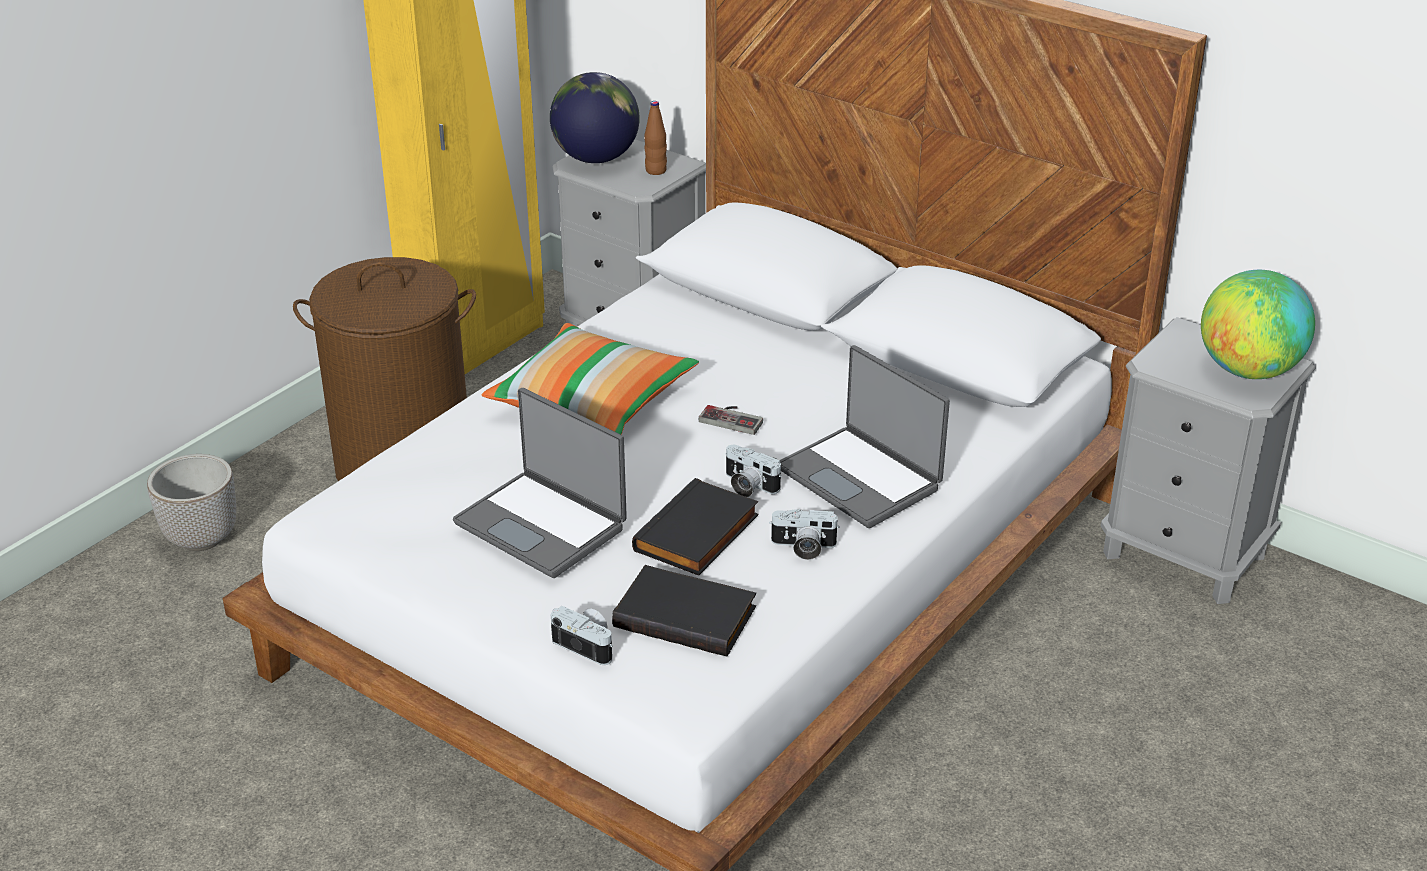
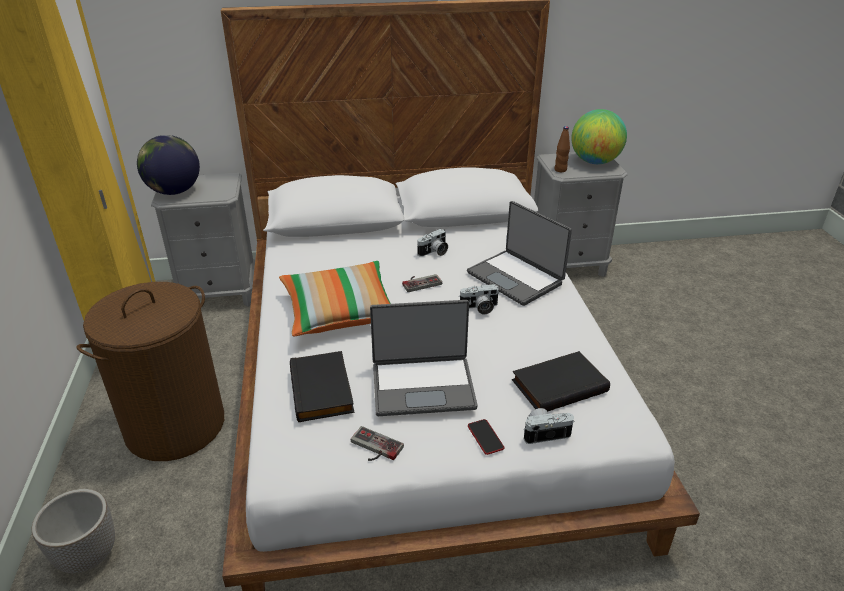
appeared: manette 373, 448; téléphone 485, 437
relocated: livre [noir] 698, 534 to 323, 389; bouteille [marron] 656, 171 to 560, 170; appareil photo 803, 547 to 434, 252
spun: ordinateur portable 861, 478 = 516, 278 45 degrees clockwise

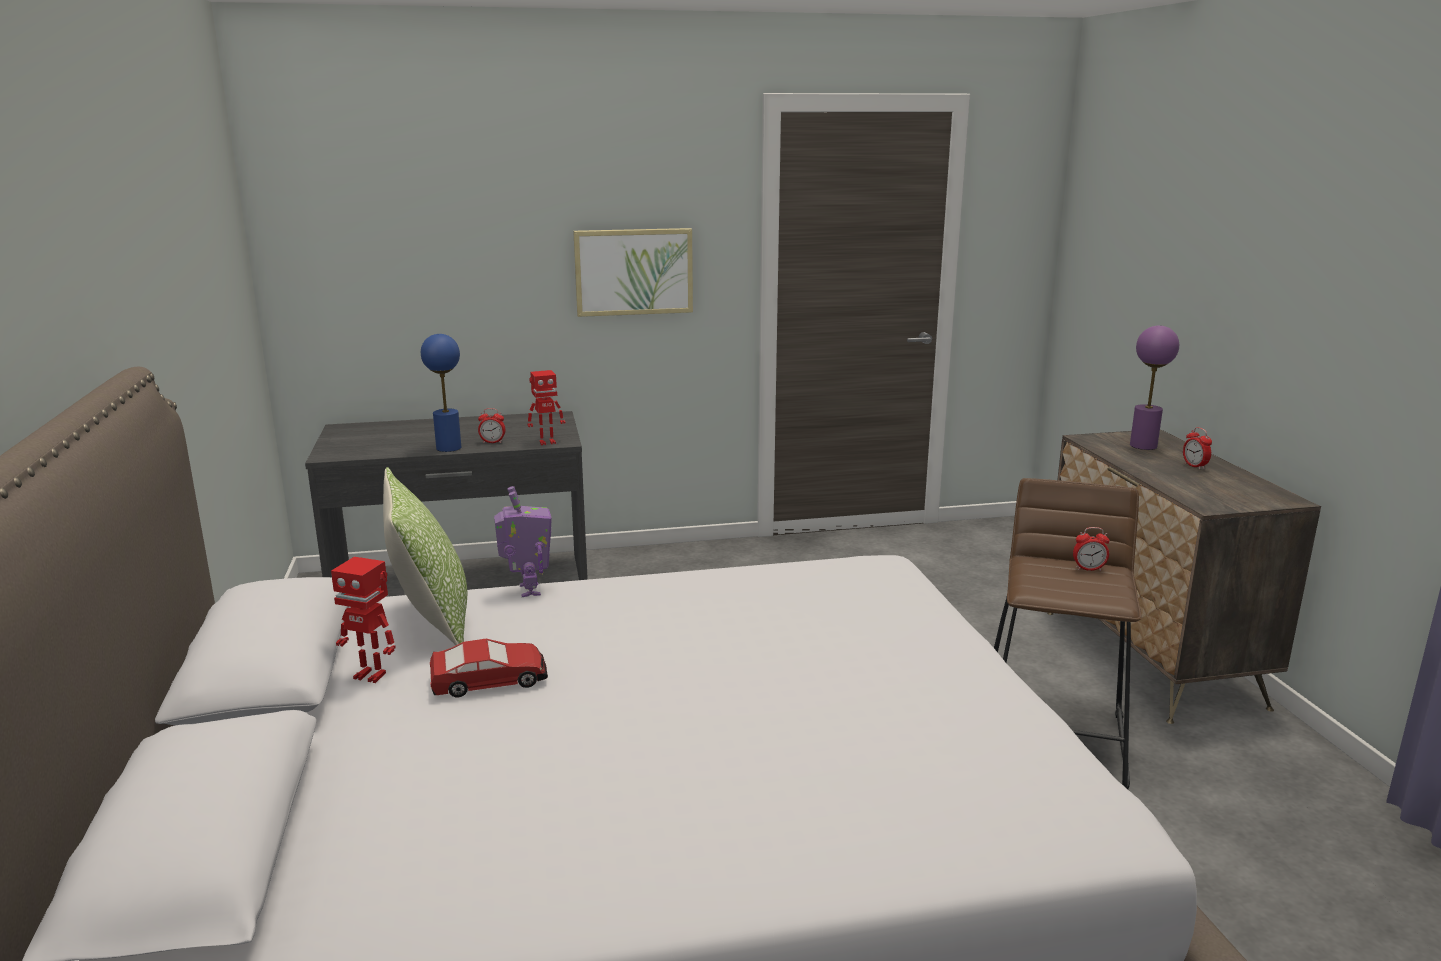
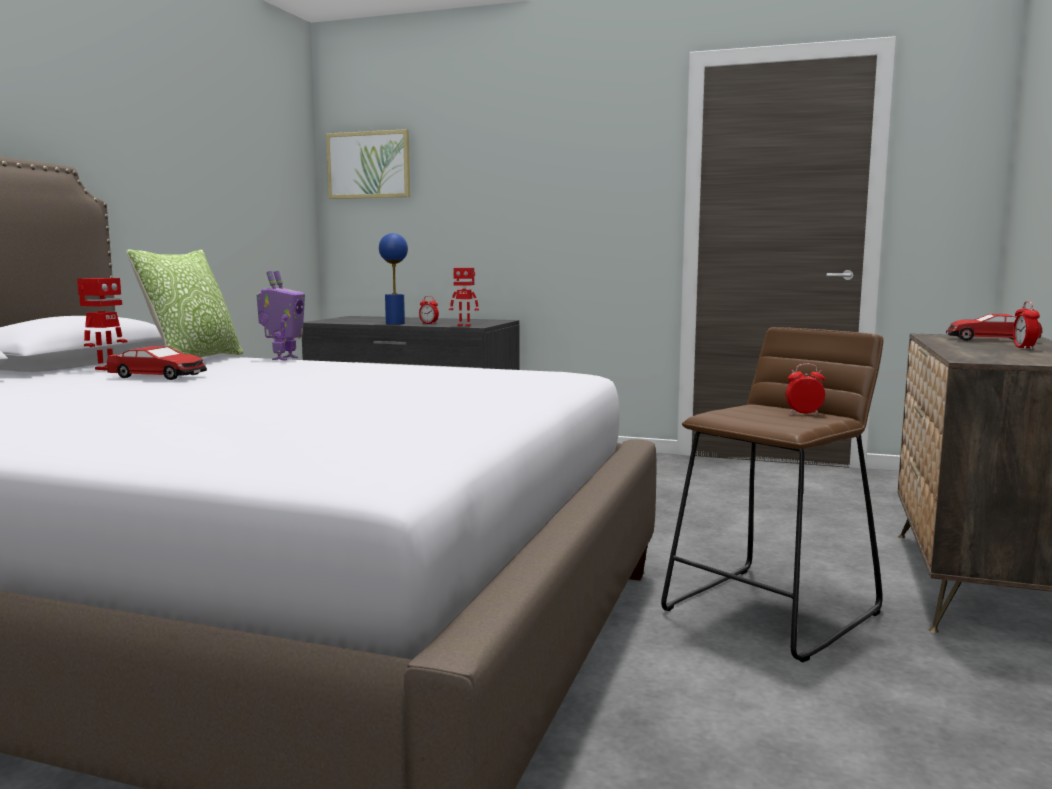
relocated: tableau 634, 271 to 369, 165
exchanged: lampe de table [violet] 1143, 446 to petite voiture 991, 340
spun: robot jouet 371, 675 = 106, 368 120 degrees counterclockwise; réveil 1088, 569 = 804, 413 150 degrees clockwise

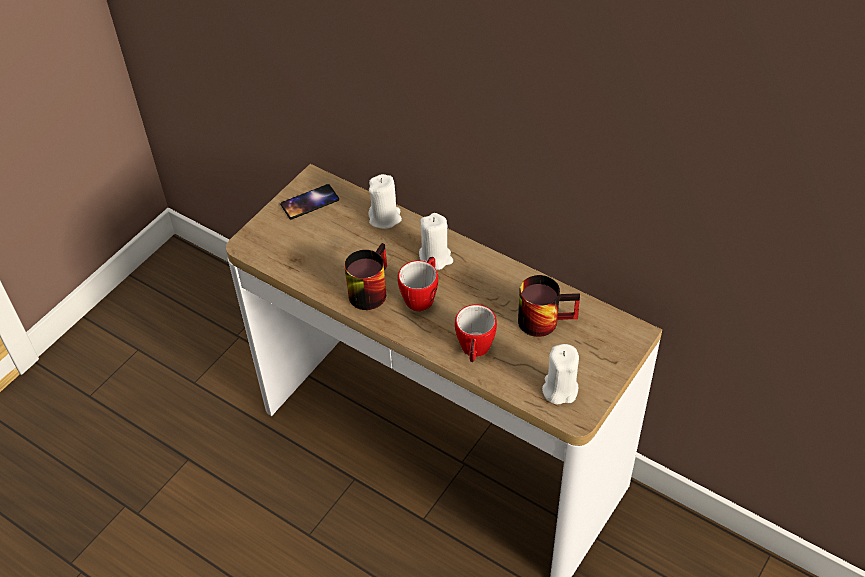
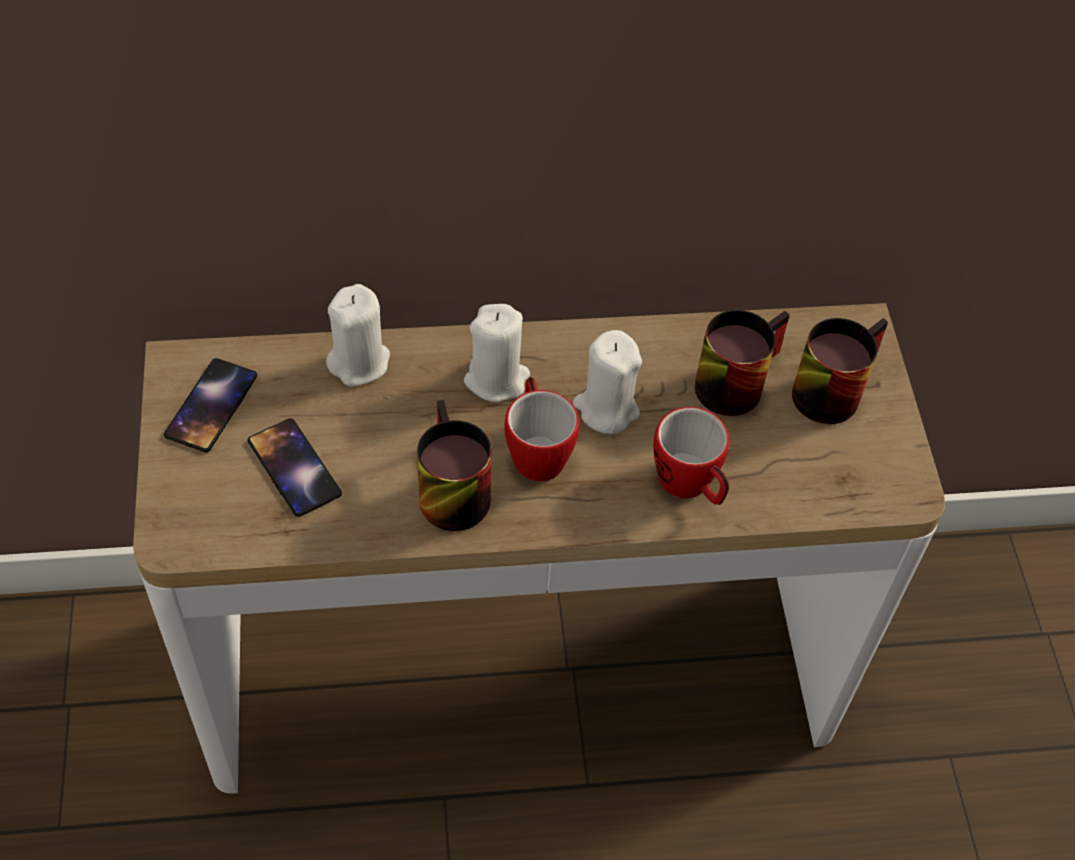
appeared: téléphone 294, 468; mug 829, 386
relocated: bougie [blanc] 559, 389 to 606, 409

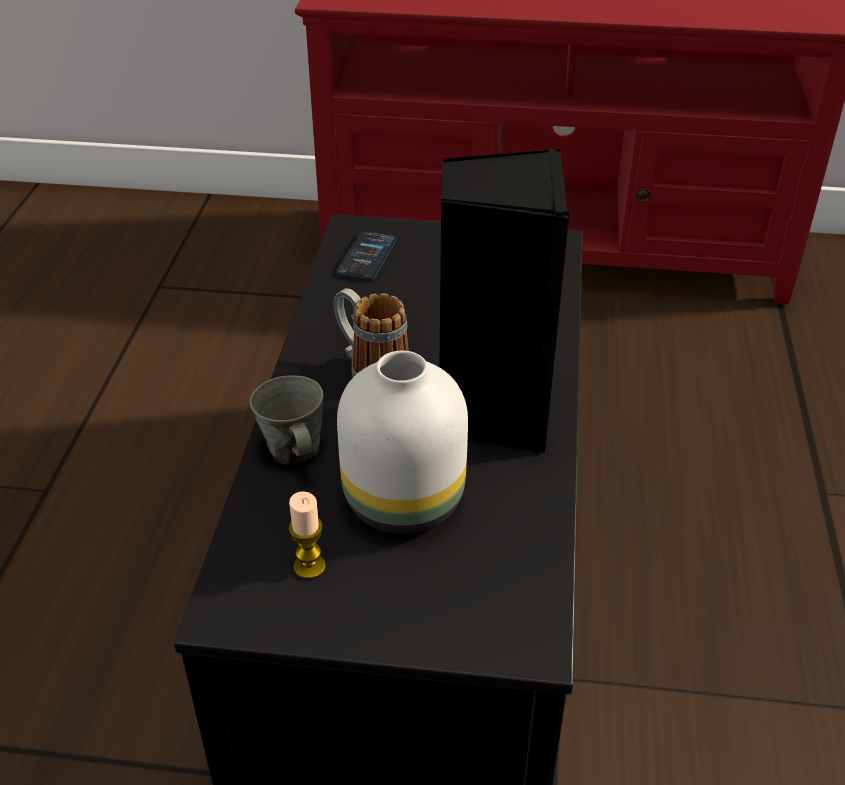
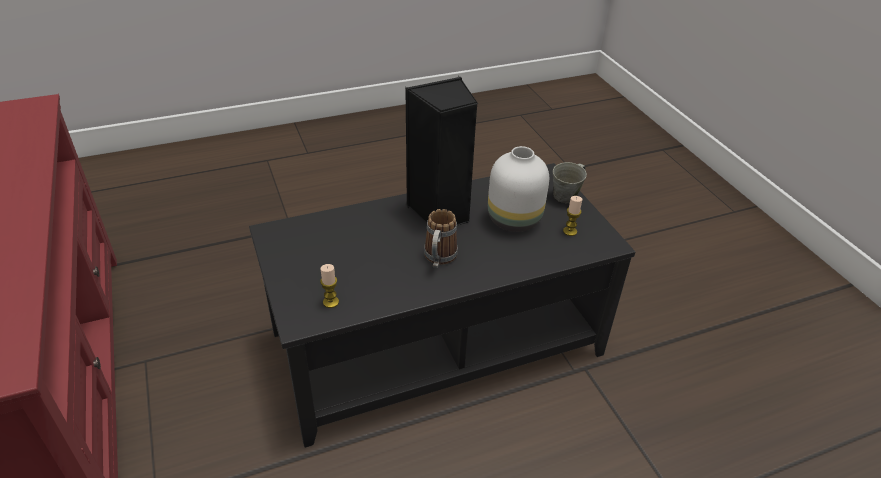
relocated: mug [gris] 294, 451 to 566, 196
exchanged: téléphone 367, 257 to bougie 331, 302

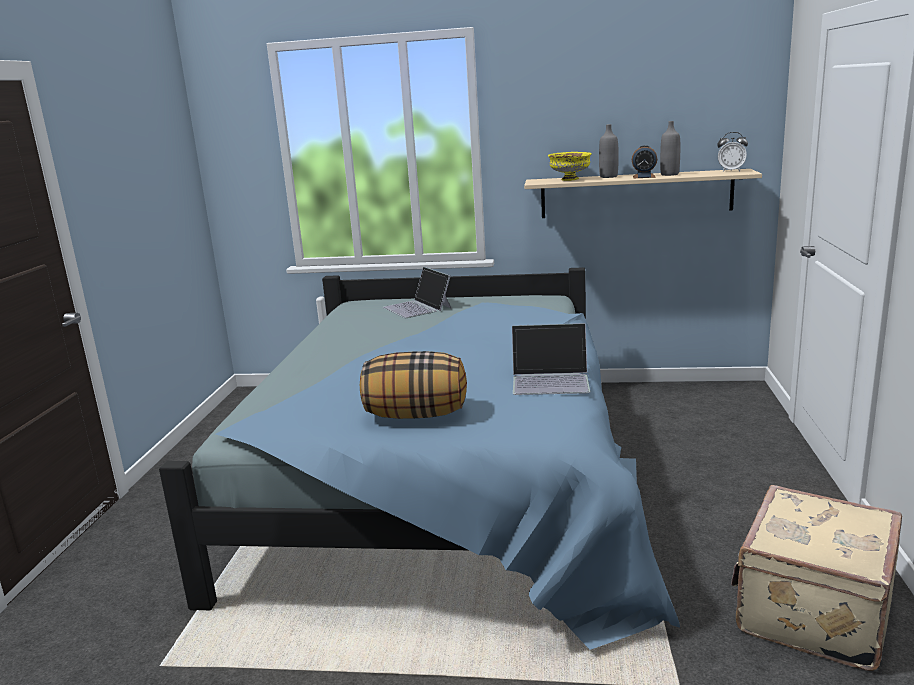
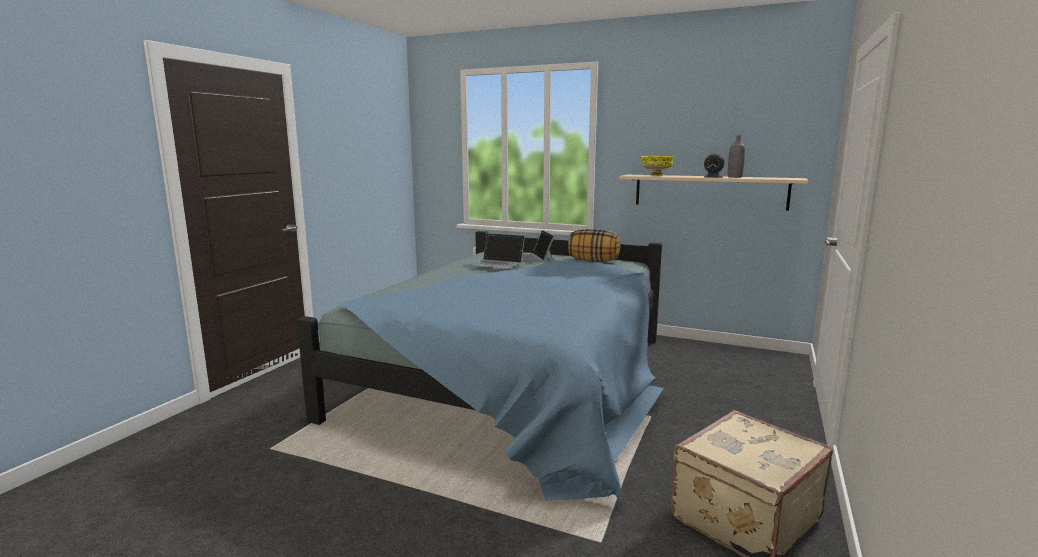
missing: bouteille [gris] 608, 176; réveil 731, 171
relocated: coussin 416, 414 to 593, 261; ordinateur portable 551, 379 to 499, 263

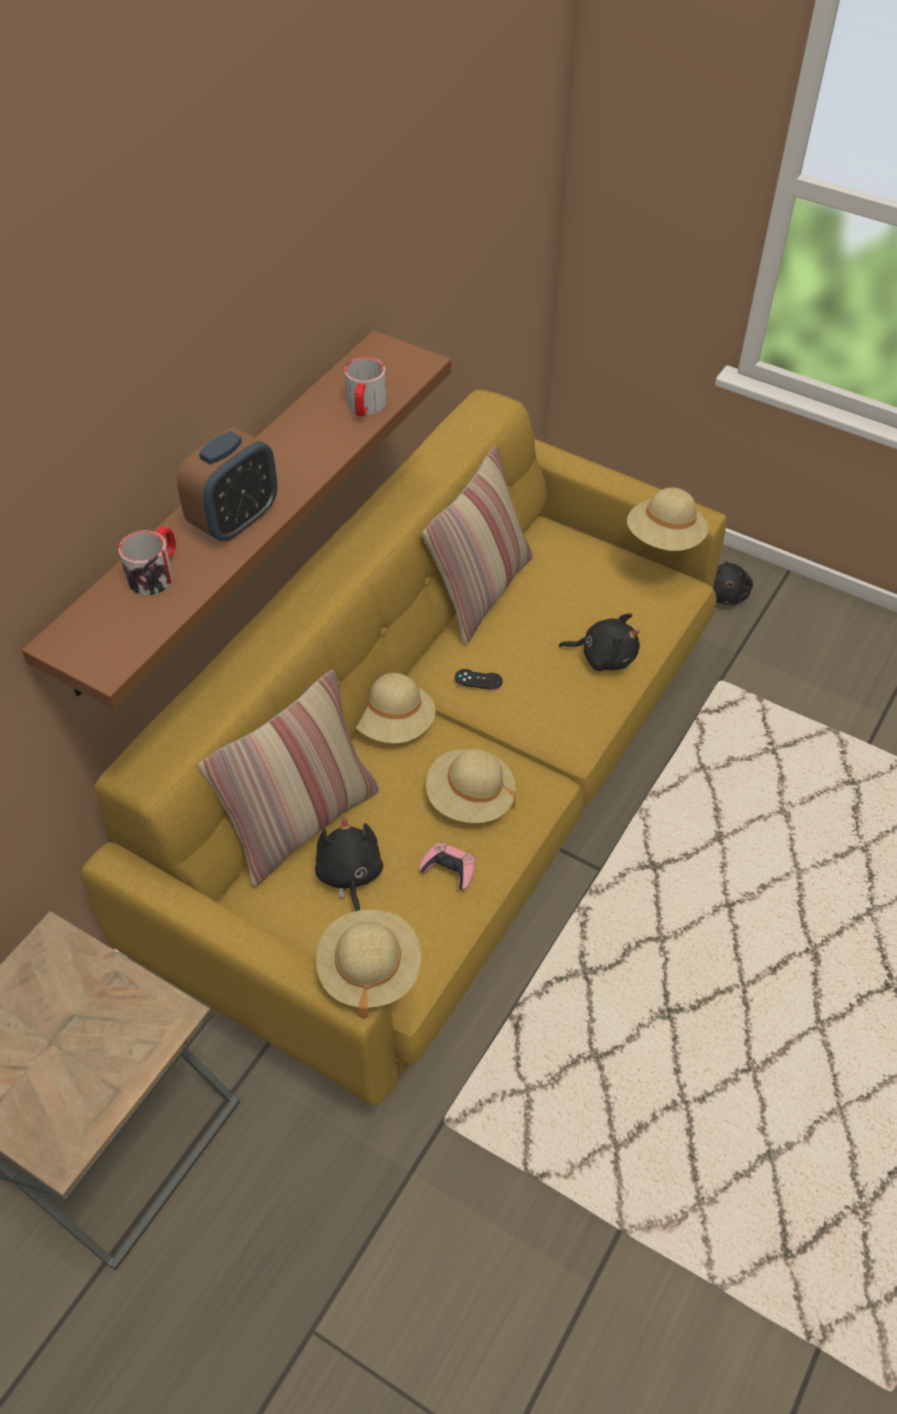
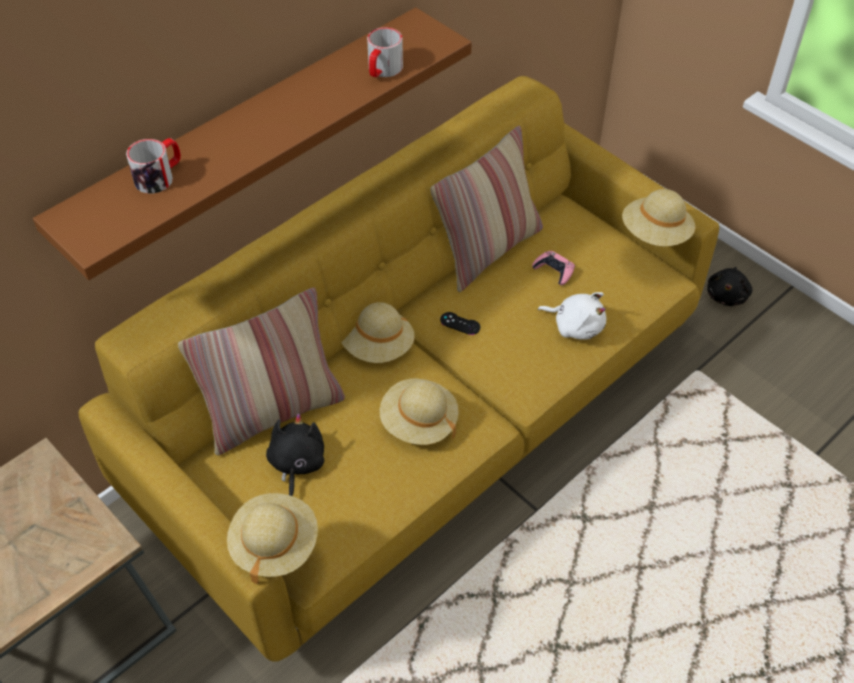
missing: réveil 235, 520
relocated: manette [rose] 449, 869 to 554, 270
colour: peluche [noir] 604, 656 to peluche [blanc] 575, 326

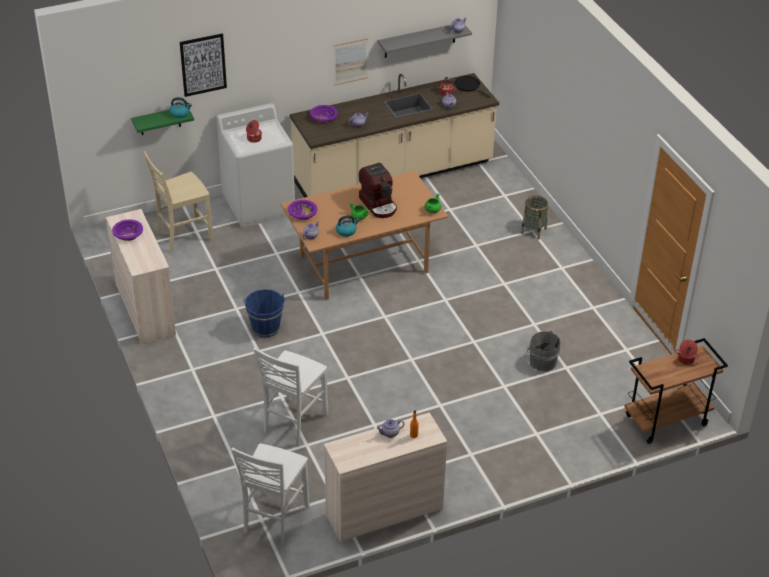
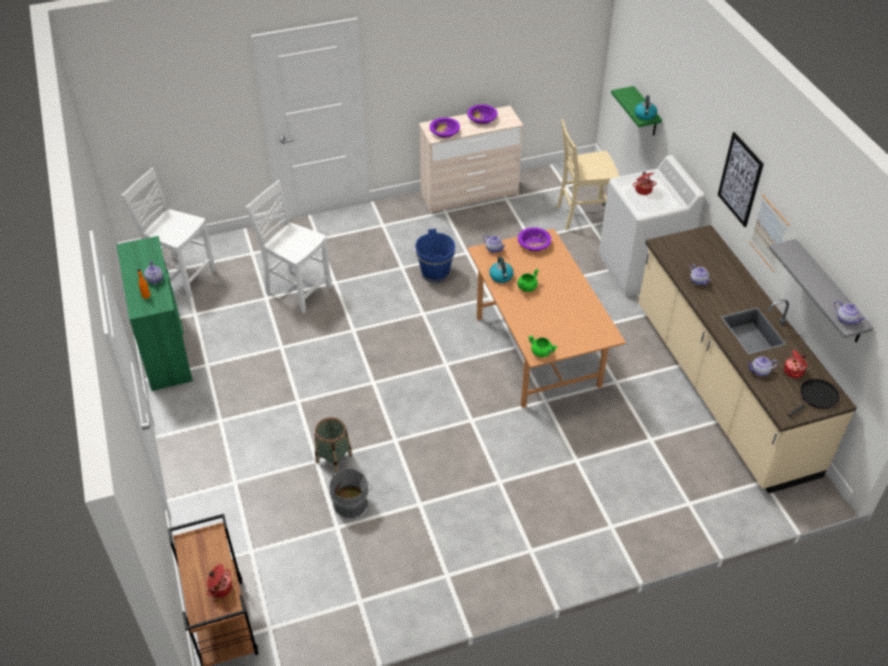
missing: machine à café 379, 204
relocated: tableau 203, 64 to 740, 179; bol [violet] 324, 118 to 444, 132; panier 533, 230 to 334, 458
colour: commode [beige] 384, 511 to commode [vert] 165, 348
spun: chaise [beige] 183, 236 = 582, 216 75 degrees counterclockwise

